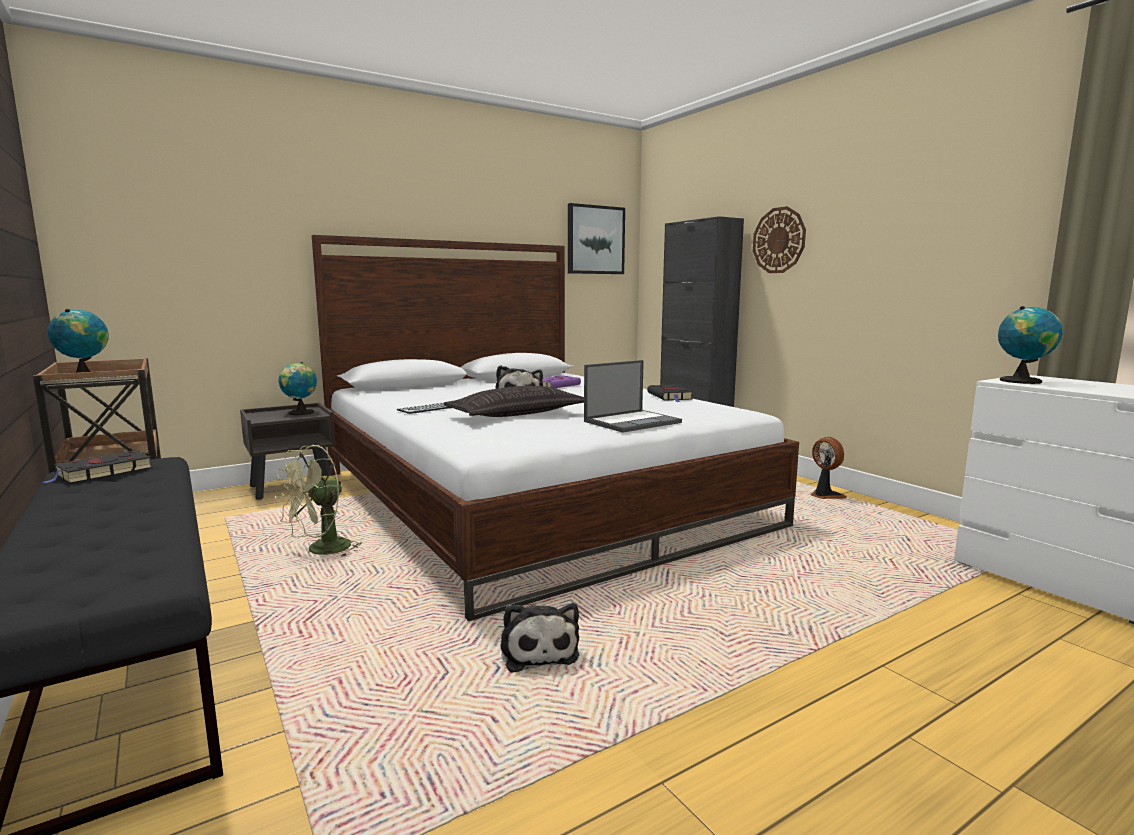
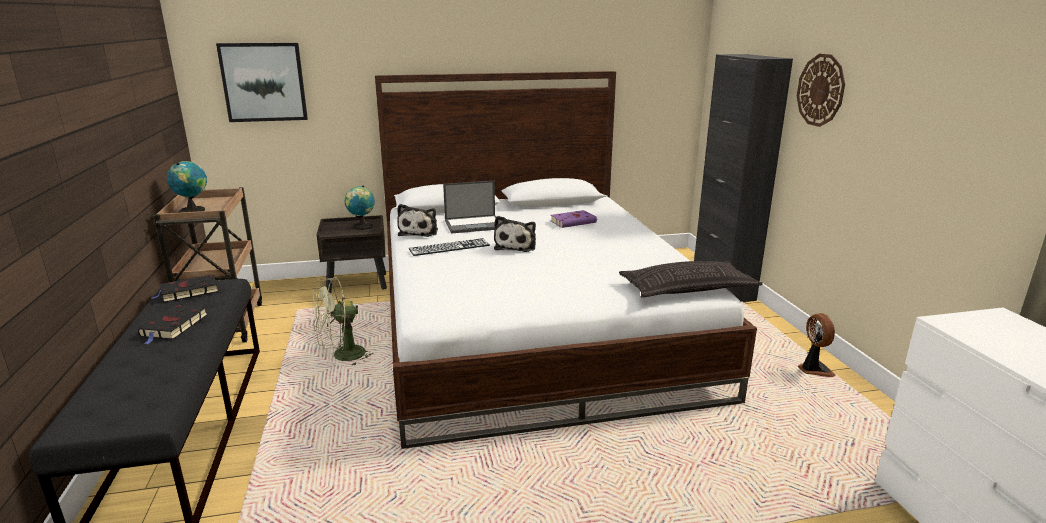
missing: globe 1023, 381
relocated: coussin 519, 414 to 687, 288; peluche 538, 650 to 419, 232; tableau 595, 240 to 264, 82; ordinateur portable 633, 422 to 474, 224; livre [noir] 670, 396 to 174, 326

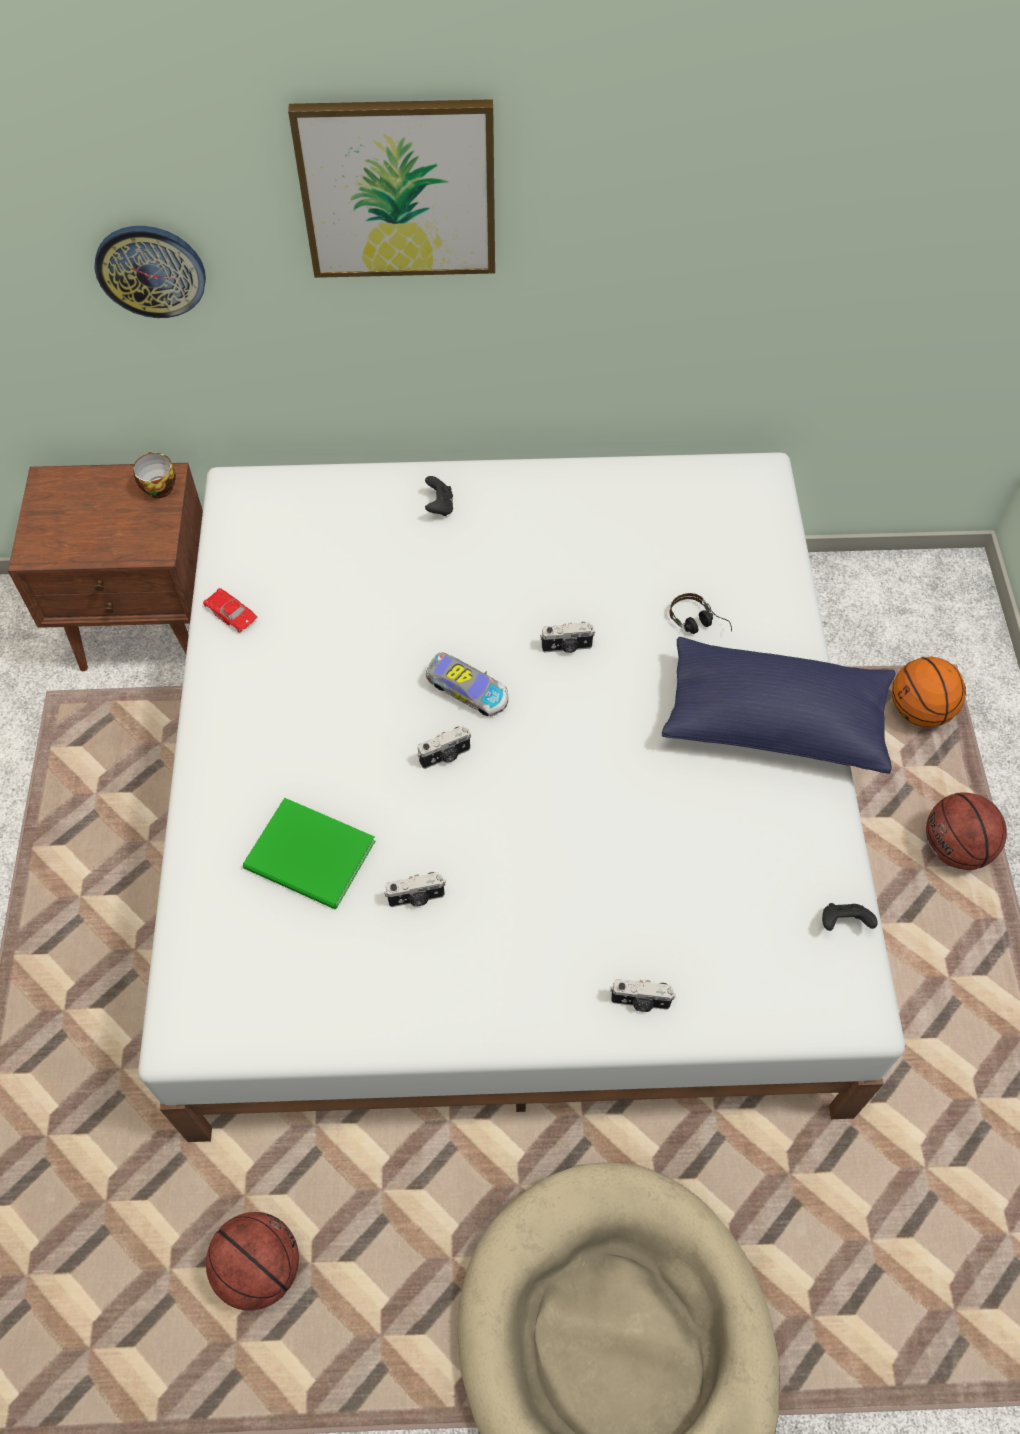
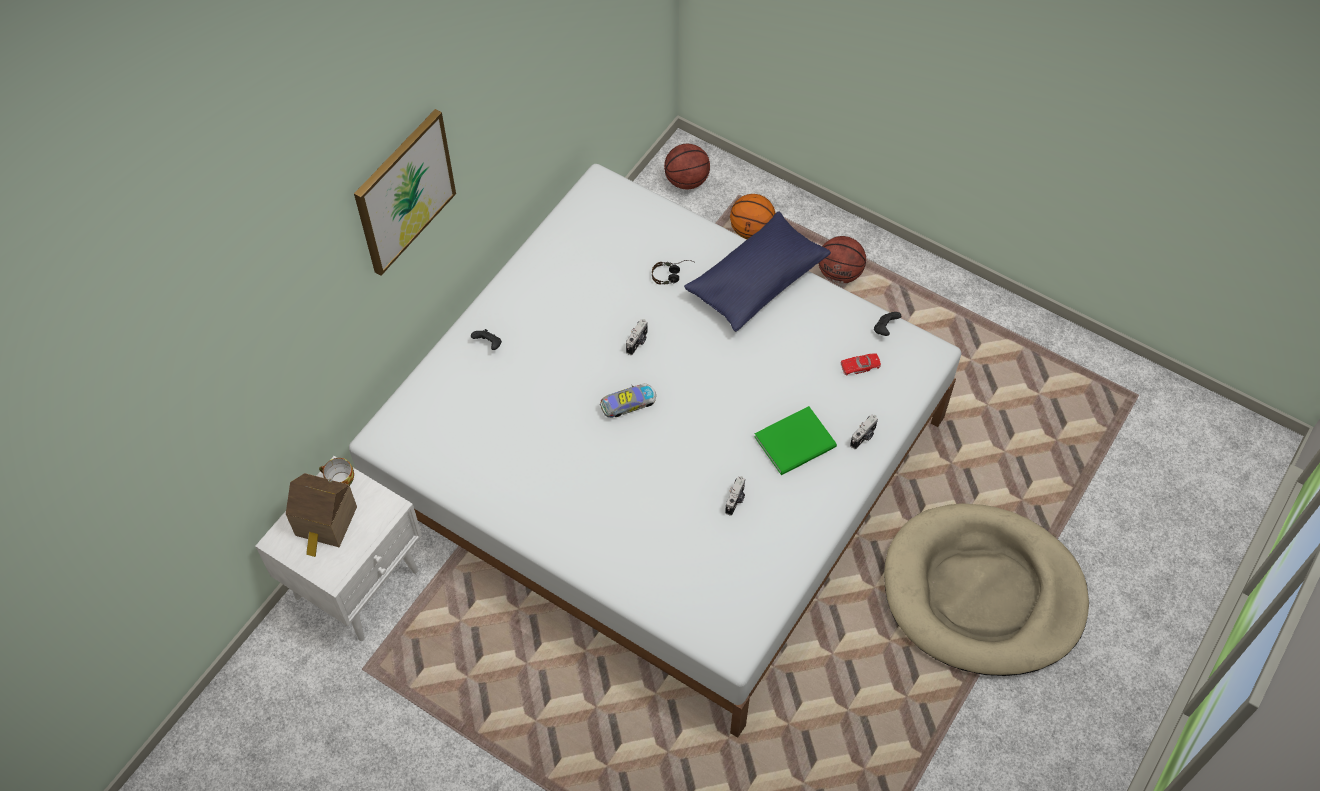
missing: horloge murale 151, 270; appareil photo 445, 756
appeared: maison miniature 325, 524
relocated: petite voiture [rouge] 231, 613 to 860, 366; ballon de basket 259, 1267 to 686, 181; livre [vert] 311, 859 to 798, 442
colour: table de chevet [marron] 148, 625 to table de chevet [blanc] 359, 583

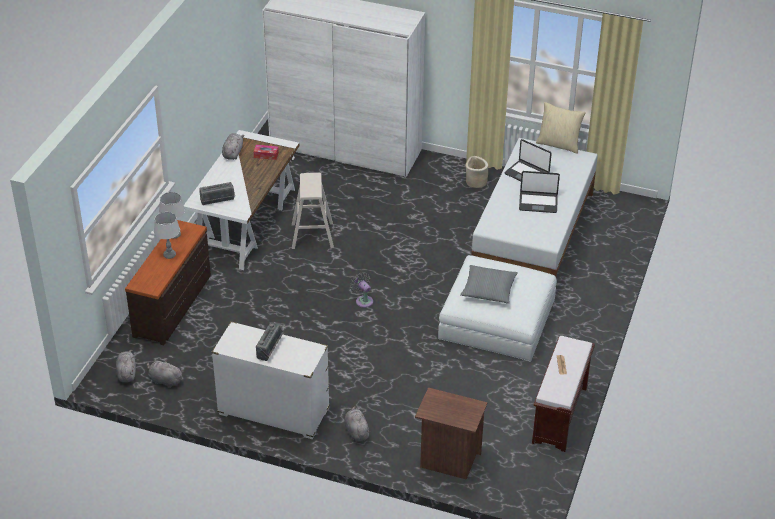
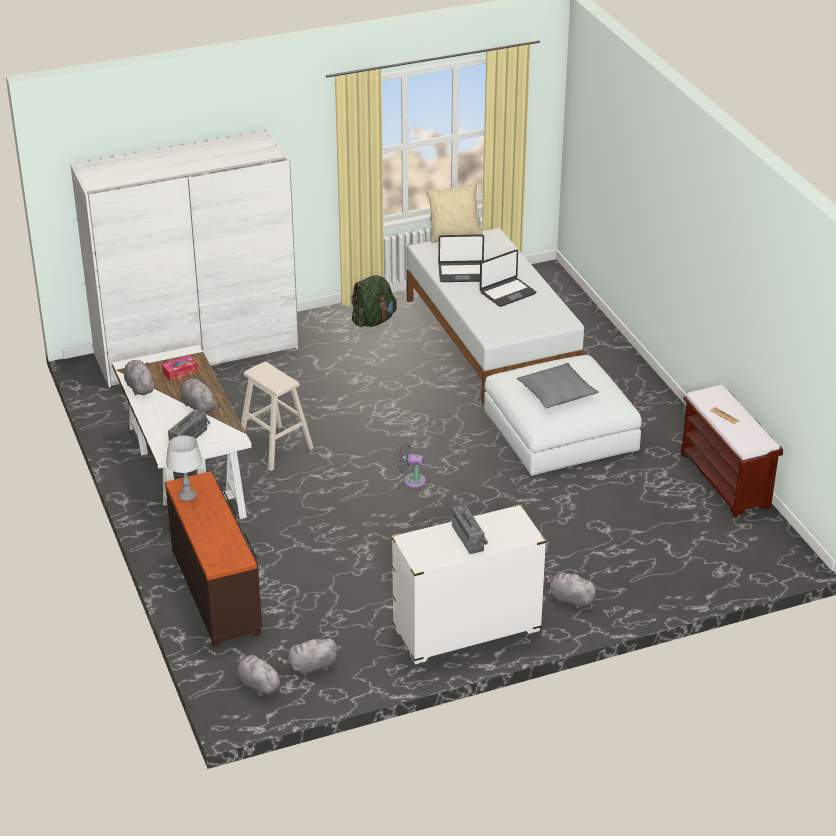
missing: lampe de table [gris] 169, 255; table de chevet [marron] 448, 460
appeared: peluche [gris] 197, 406
exchanged: cache-pot [beige] 475, 182 to sac à dos [vert] 373, 321

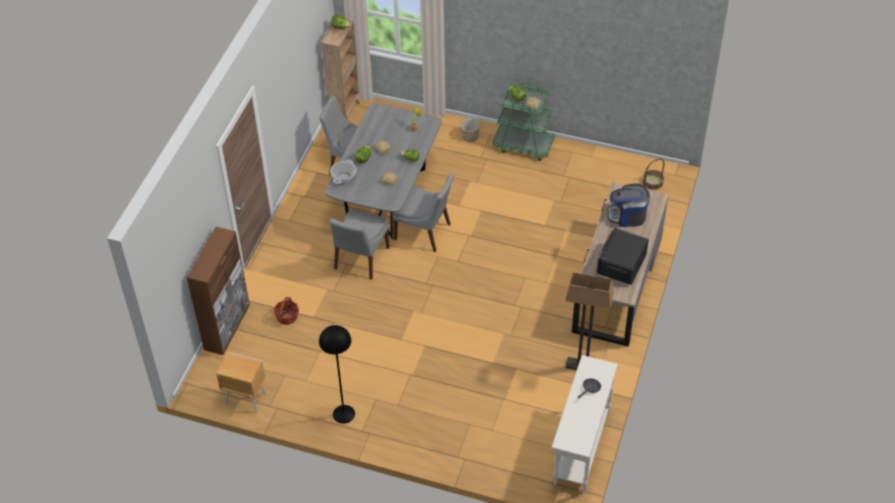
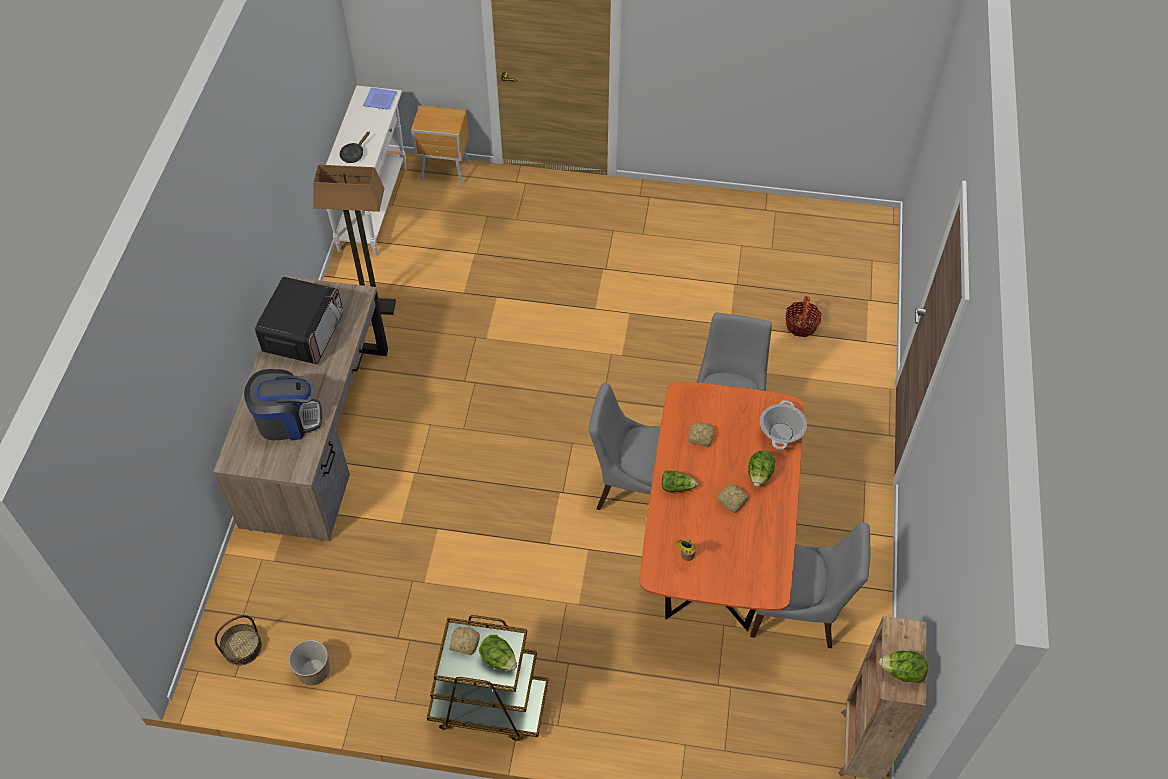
missing: meuble de rangement [marron] 227, 327; lampadaire [noir] 343, 414
appeared: assiette 379, 100
relocated: table de chevet [marron] 245, 398 to 446, 173; cache-pot 470, 136 to 313, 671
colour: table à manger [gris] 387, 199 to table à manger [orange] 715, 546; chariot [vert] 523, 145 to chariot [marron] 488, 705

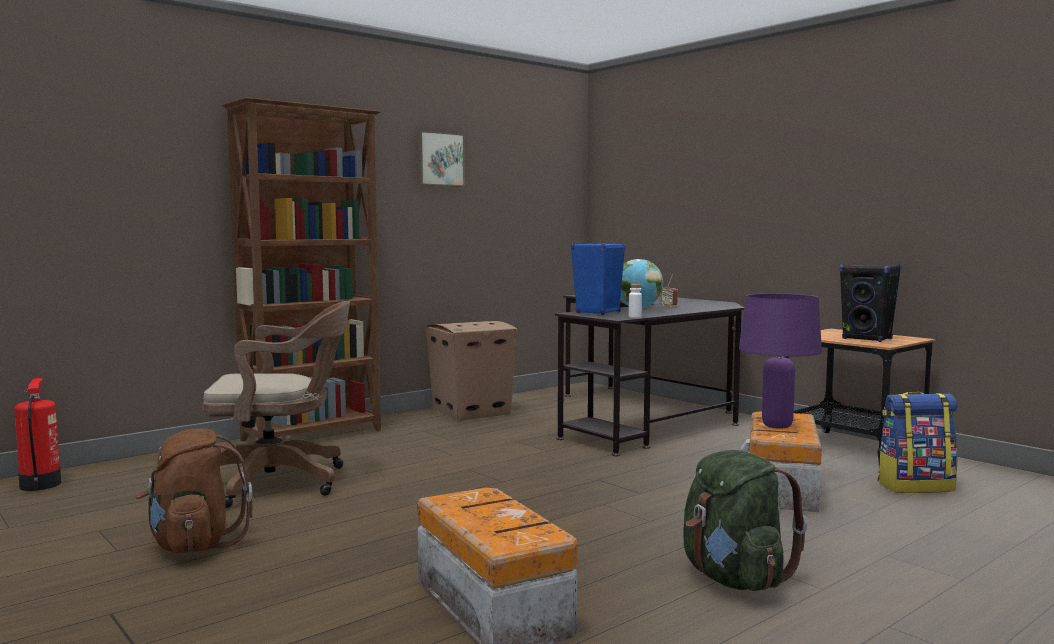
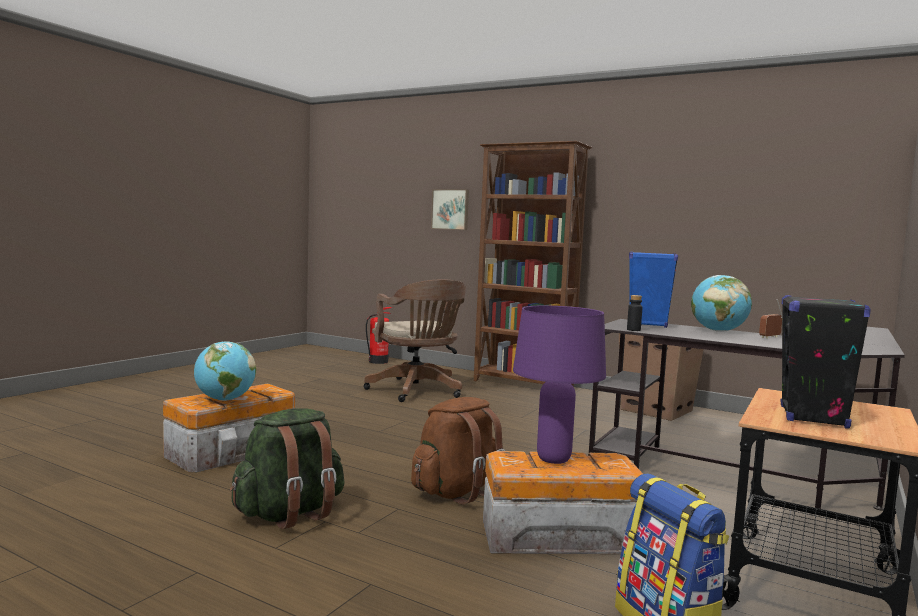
appeared: globe 224, 400
relocated: sac à dos [marron] 194, 545 to 457, 492; tableau 439, 159 to 450, 209
colour: bouteille [blanc] 635, 316 to bouteille [noir] 633, 330

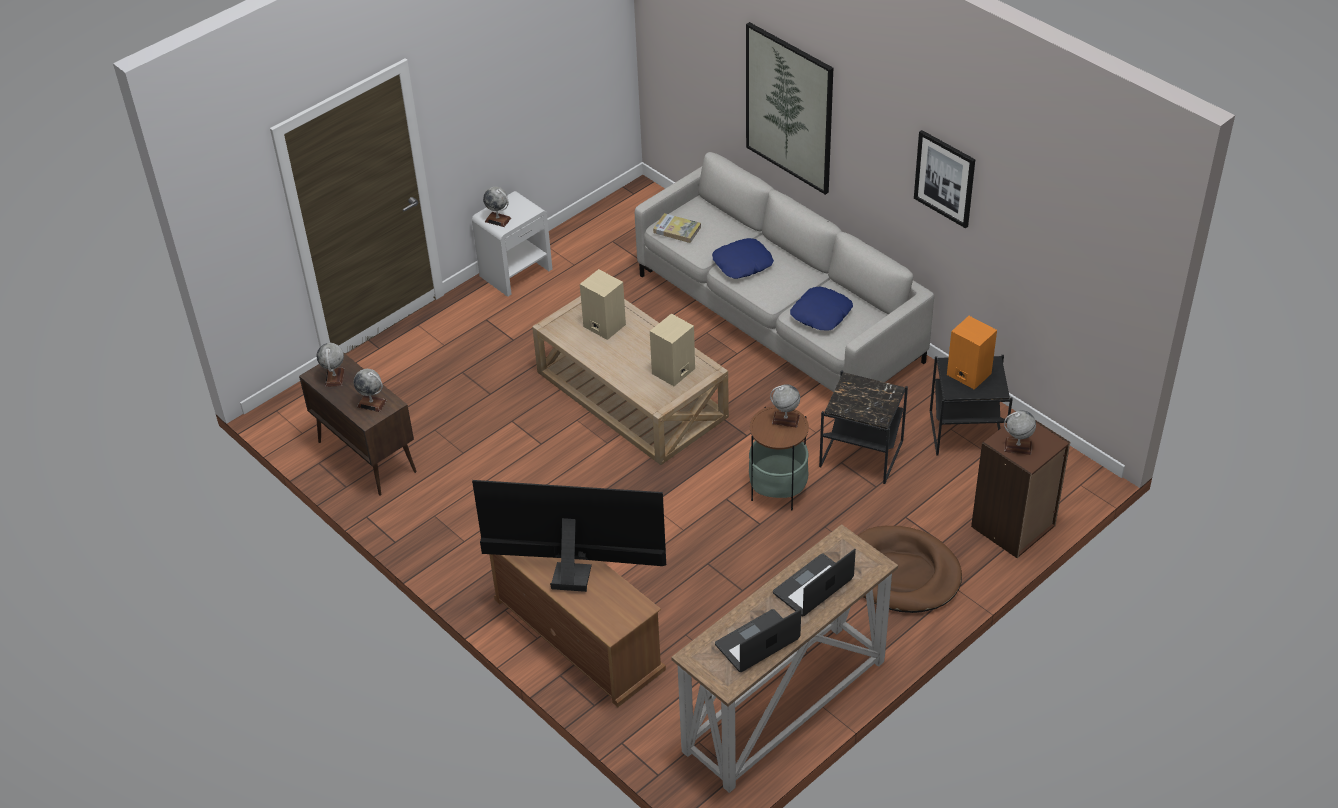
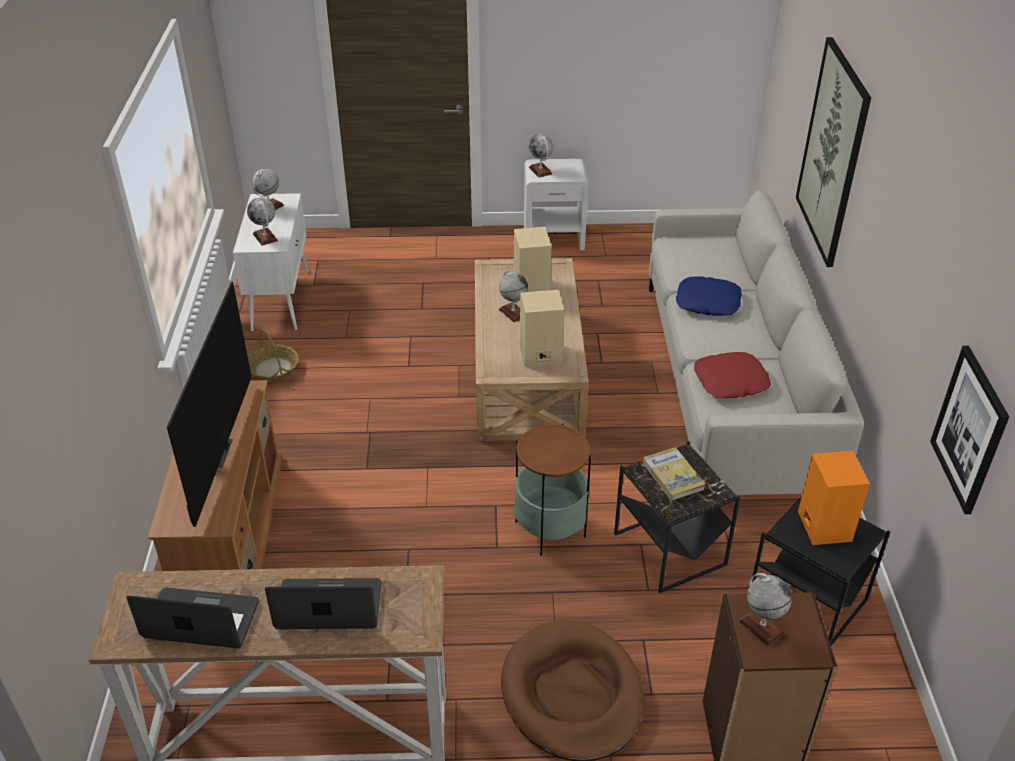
appeared: panier 272, 369
relocated: livre 677, 230 to 673, 476; globe 785, 419 to 513, 312; tableau 945, 178 to 970, 430
colour: meuble de rangement [marron] 366, 456 to meuble de rangement [blanc] 280, 300; coussin [bleu] 821, 314 to coussin [rouge] 731, 382
spun: téléviseur 572, 572 = 214, 452 45 degrees clockwise

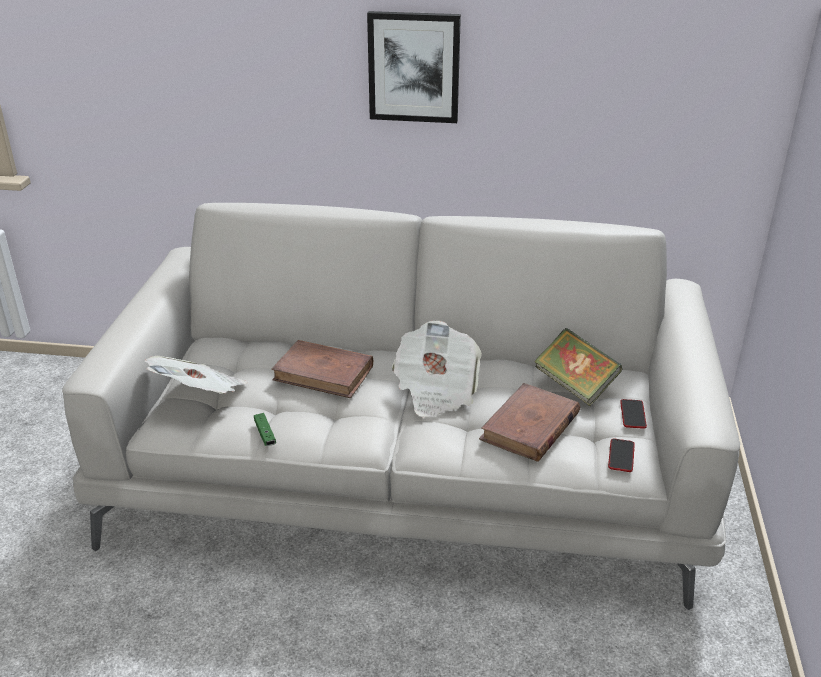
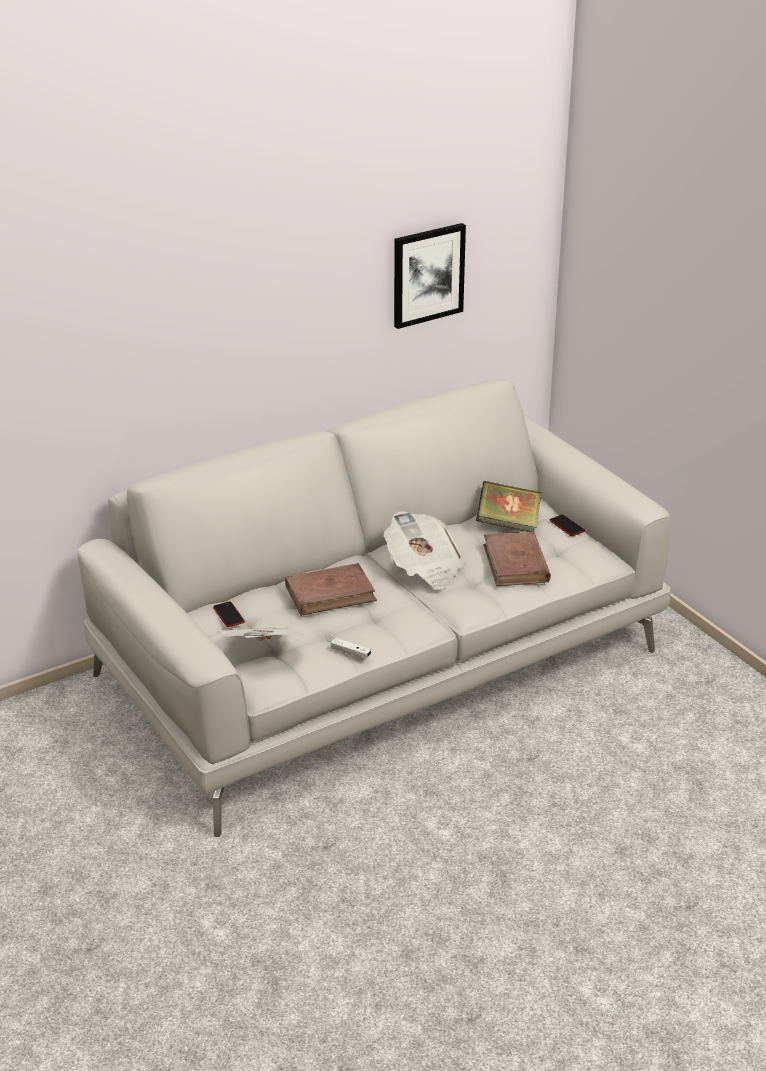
relocated: tableau 414, 67 to 427, 275; téléphone 621, 456 to 228, 615
colour: manette [vert] 265, 434 to manette [blanc] 350, 652

